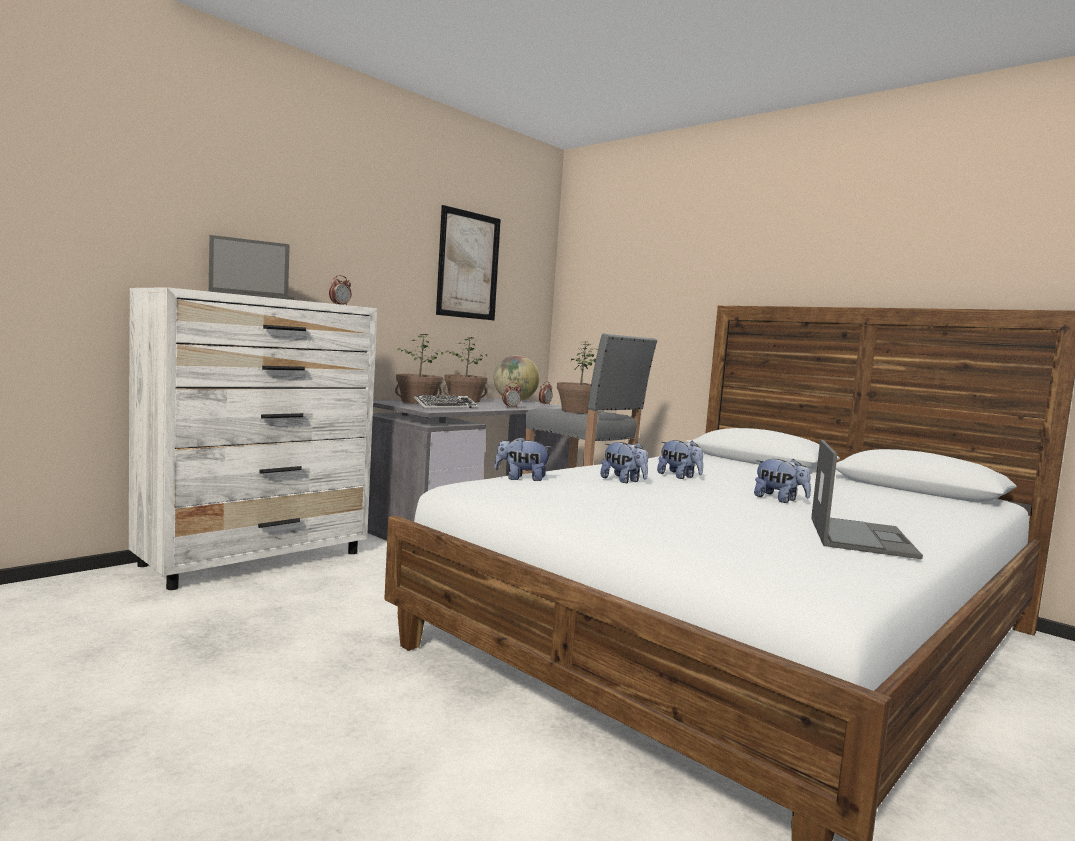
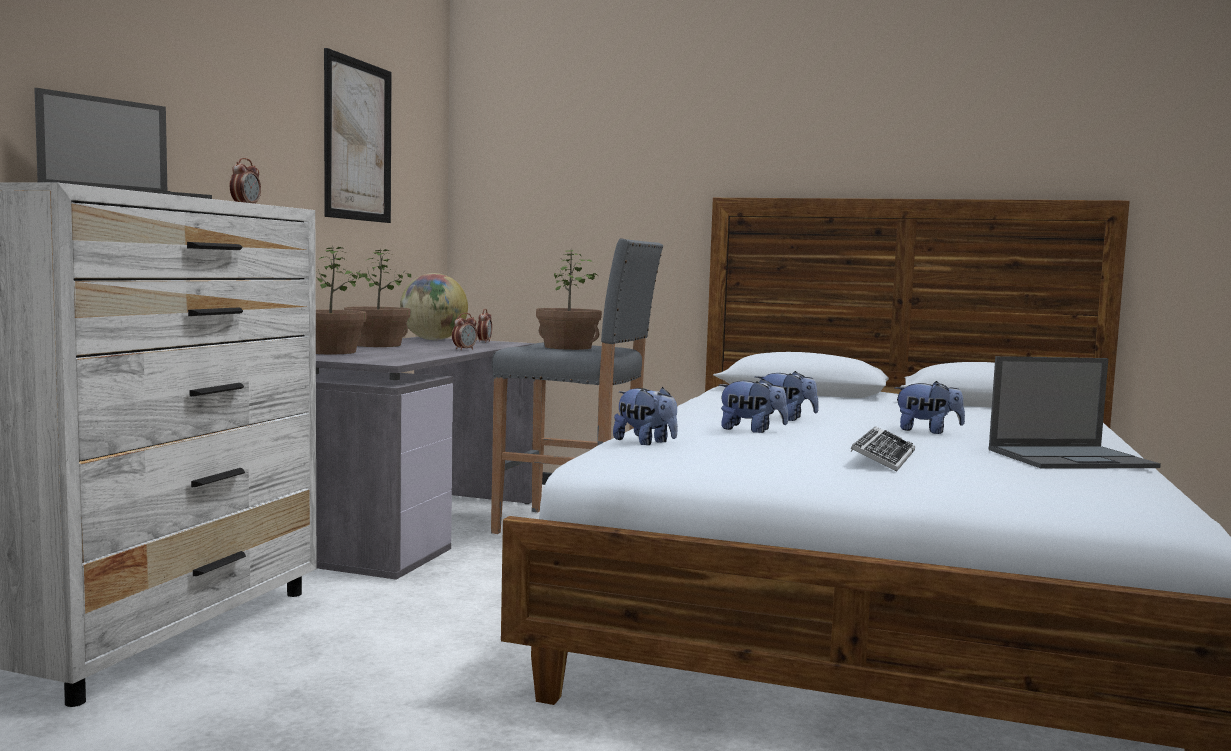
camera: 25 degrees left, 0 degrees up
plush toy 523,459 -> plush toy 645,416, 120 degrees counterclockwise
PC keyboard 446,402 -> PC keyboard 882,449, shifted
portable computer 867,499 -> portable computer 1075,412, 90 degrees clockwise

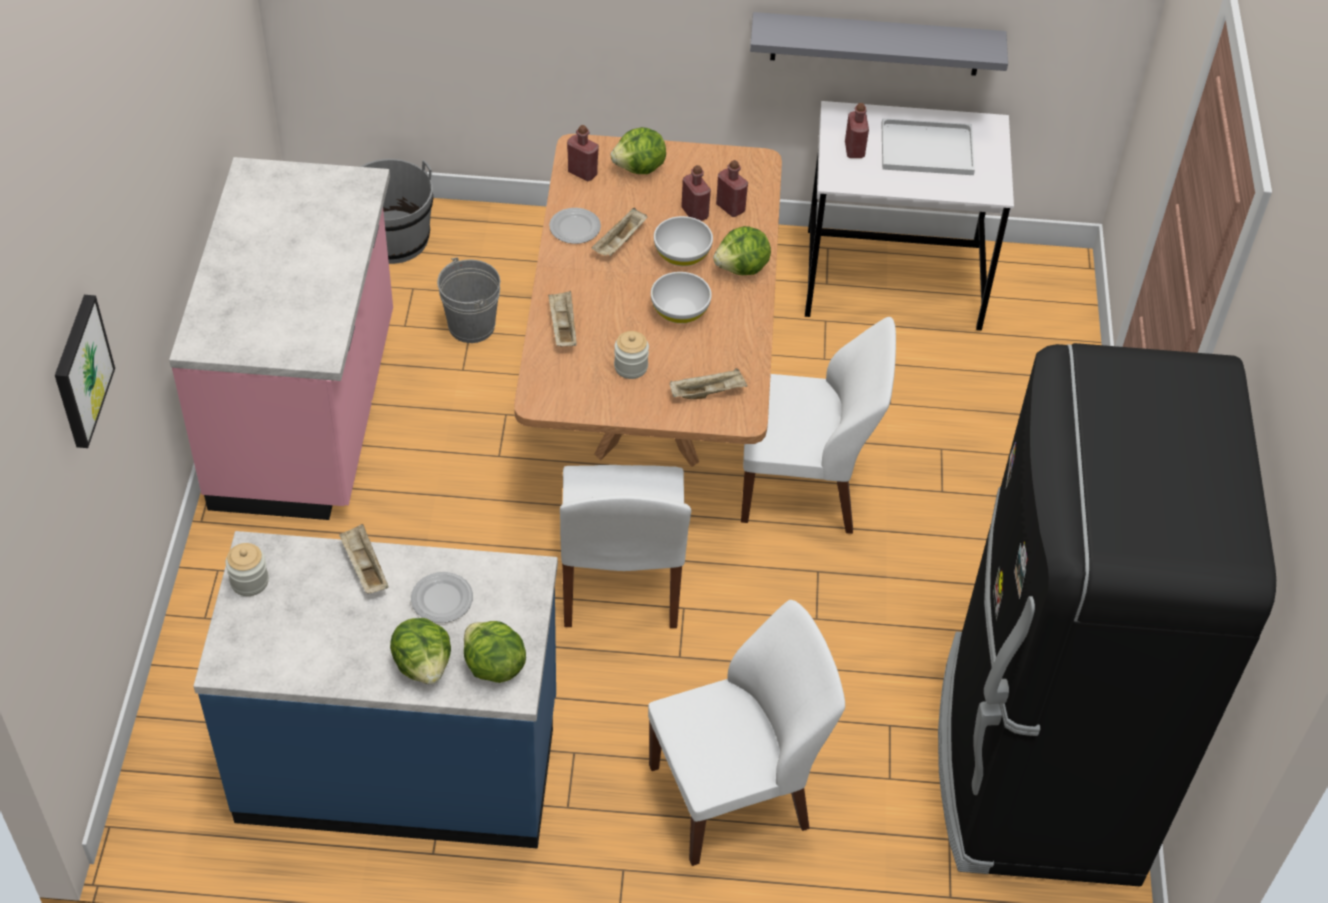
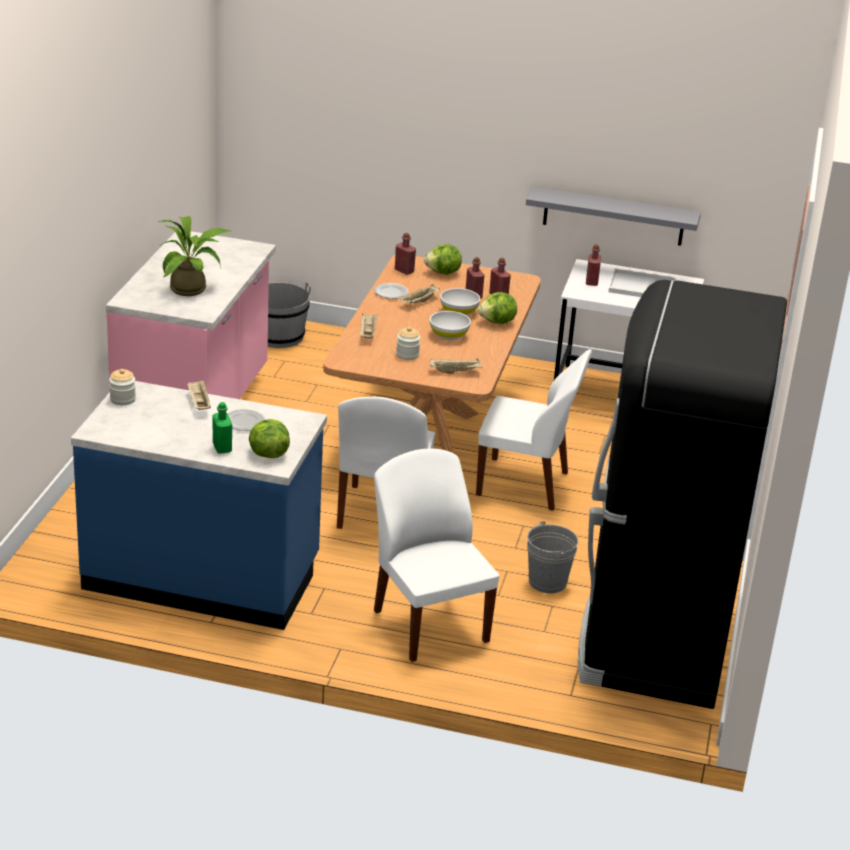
camera: 10 degrees right, 20 degrees down
none -> potted plant 194,256
head of lettuce 420,651 -> greenish beverage bottle 222,428
white-coloured chair 746,733 -> white-coloured chair 436,555, 105 degrees counterclockwise
gray bucket 468,300 -> gray bucket 552,557, shifted
picture 85,371 -> none

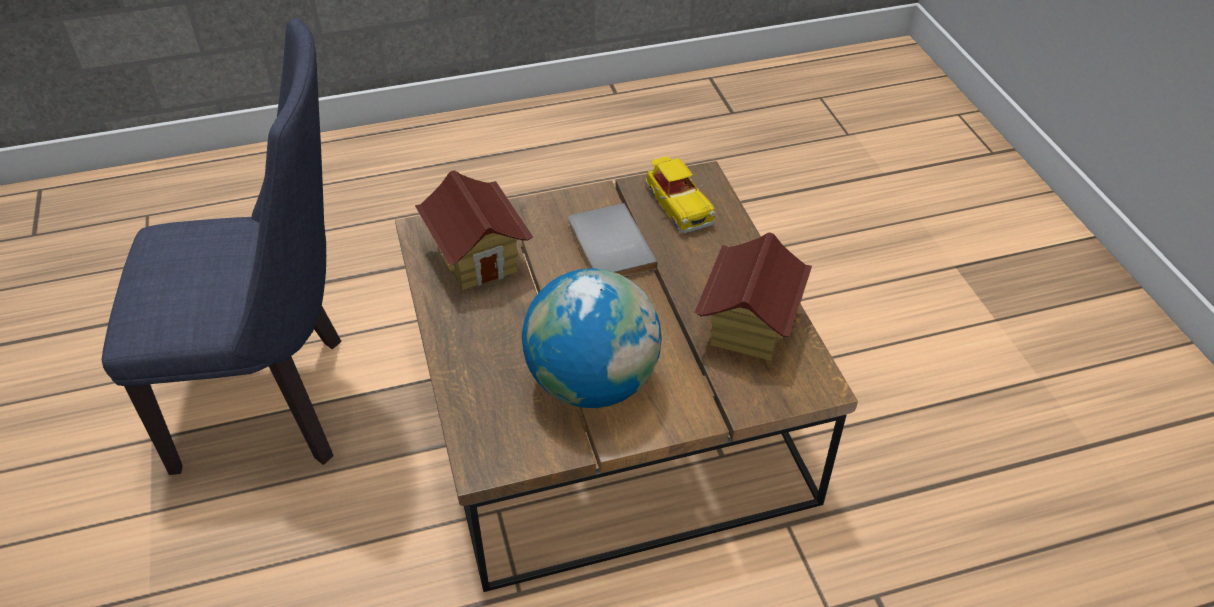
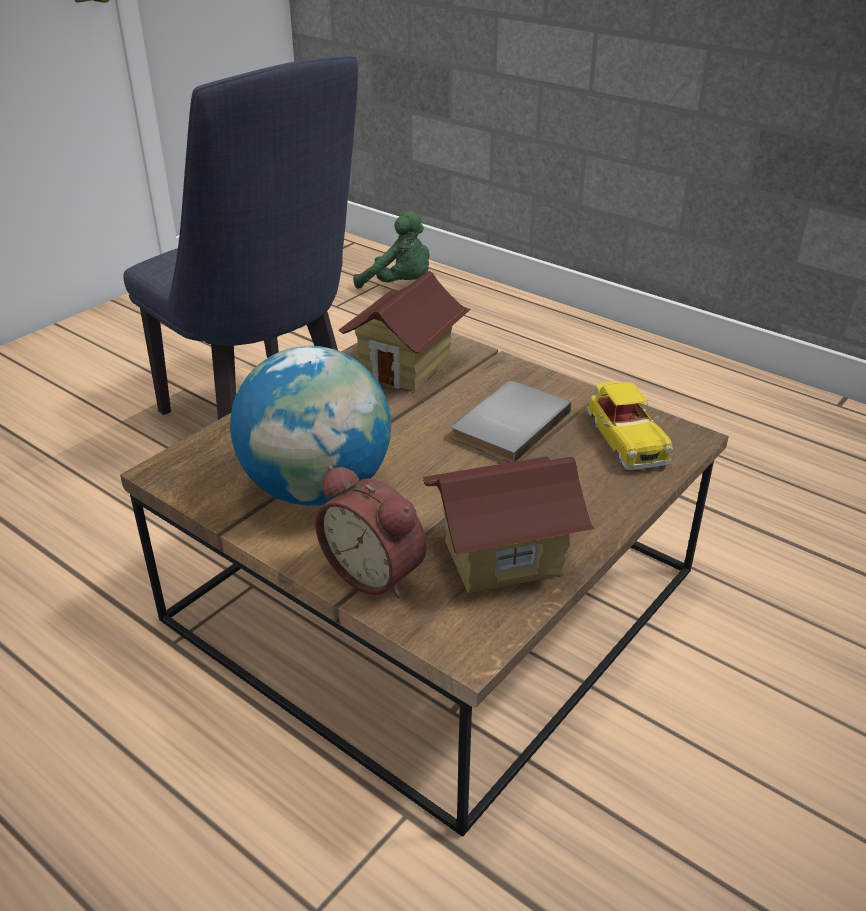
camera: 55 degrees right, 10 degrees down
none -> bedside clock 371,532
none -> greenish plush toy 391,249
model car 681,195 -> model car 630,426, 45 degrees counterclockwise

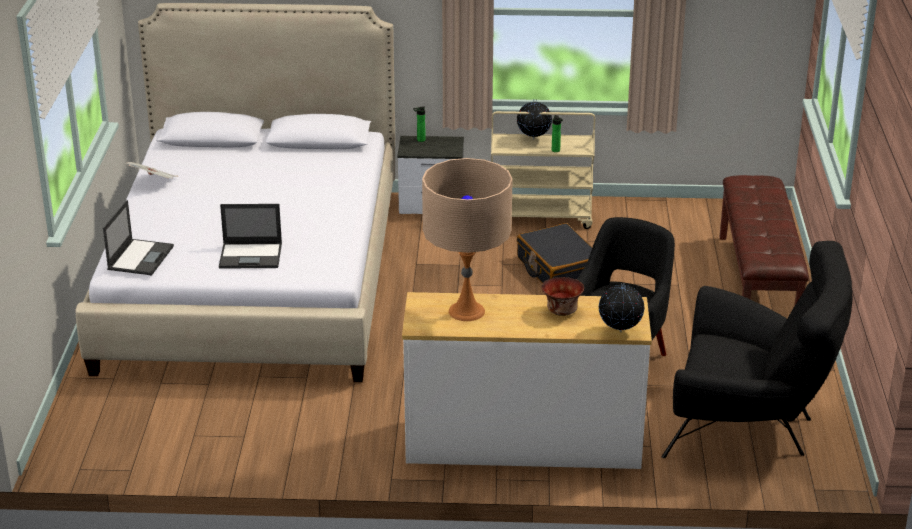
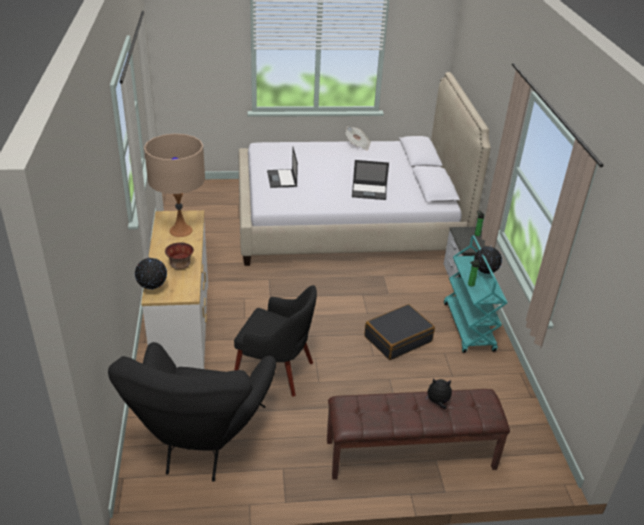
camera: 80 degrees right, 5 degrees up
portable computer 138,237 -> portable computer 370,180, shifted
none -> plush toy 439,394
beige-coloured cart 543,170 -> blue-green cart 475,294

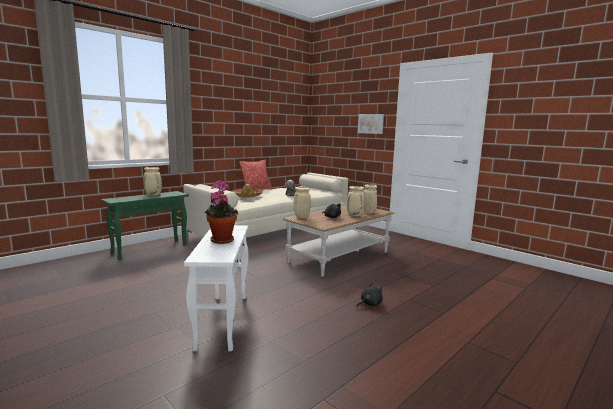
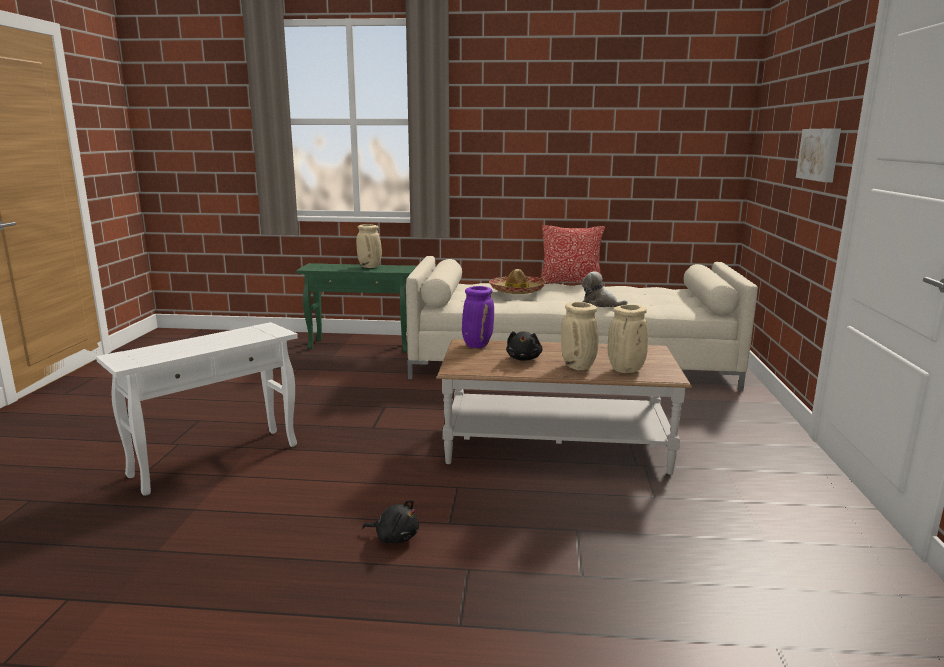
camera: 50 degrees right, 5 degrees up
beige-coloured decorative vase 302,203 -> purple-coloured decorative vase 478,317
potted plant 221,212 -> none

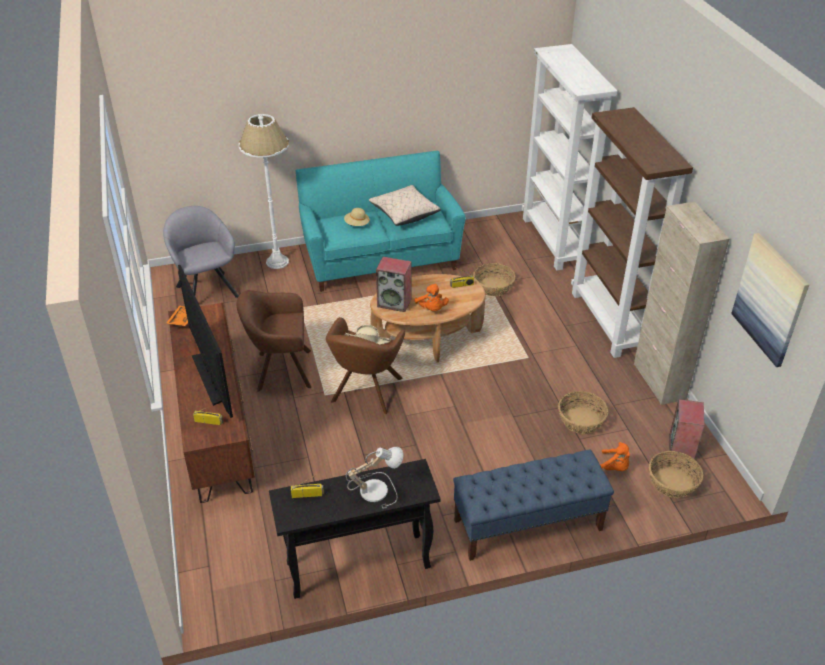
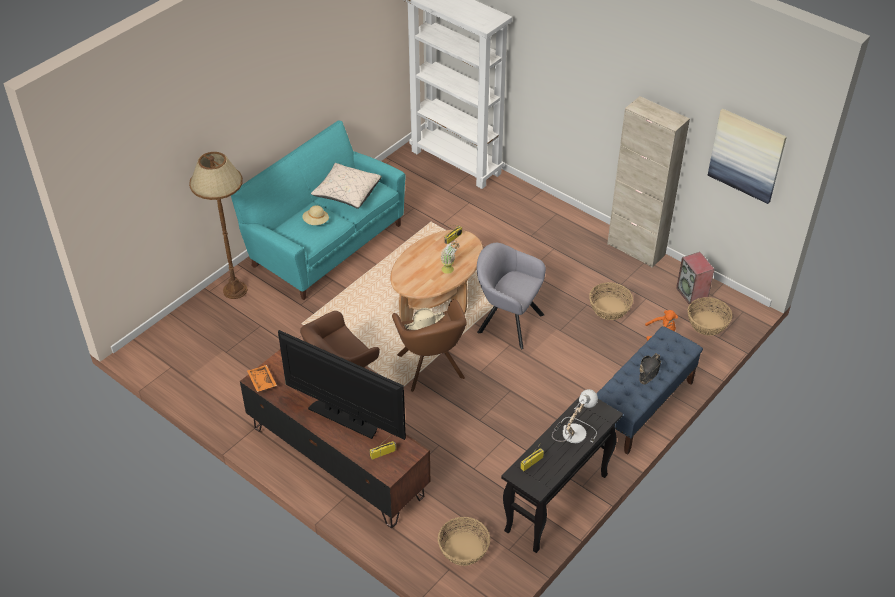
camera: 35 degrees left, 5 degrees up
white-coloured floor lamp 264,191 -> brown floor lamp 218,225
basket 494,280 -> basket 464,541, shifted
orange plush toy 431,297 -> potted plant 449,257
gray armchair 201,252 -> gray armchair 511,296, shifted
none -> black-coloured wearable hat 650,369
speaker 393,284 -> none
brown bookshelf 632,232 -> none

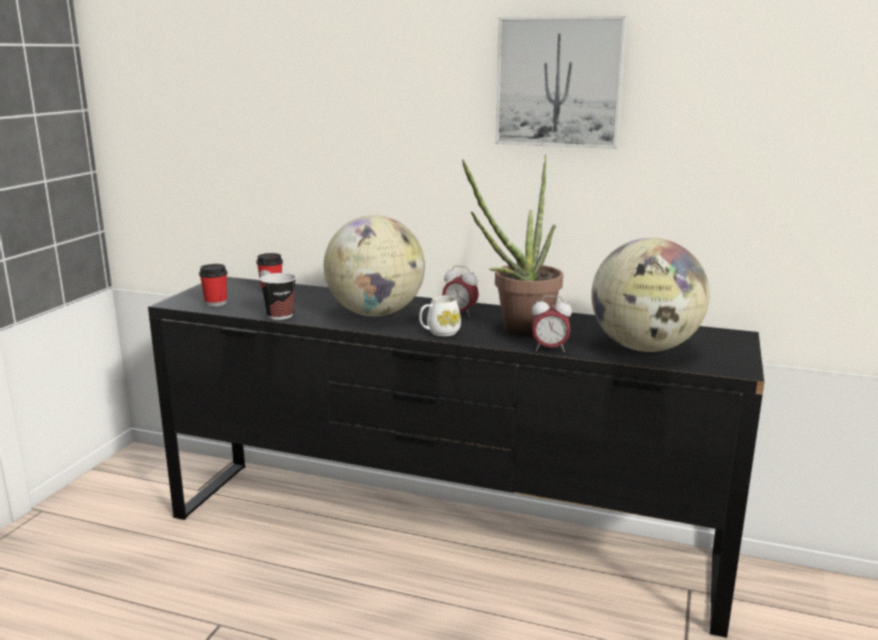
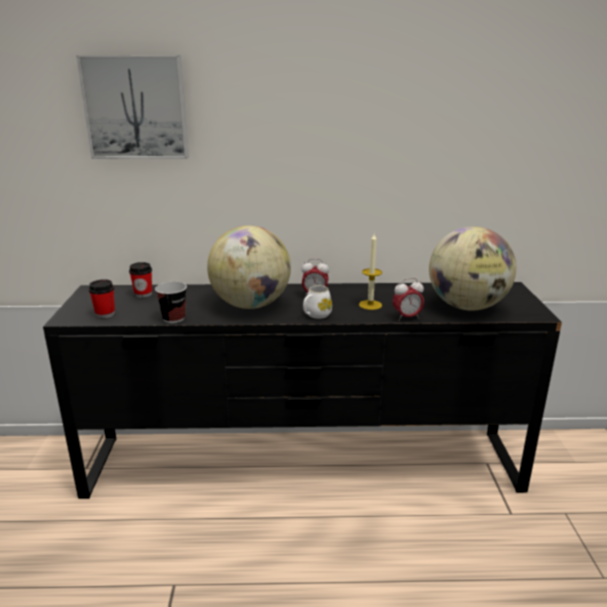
camera: 20 degrees left, 5 degrees up
picture 561,82 -> picture 132,107, shifted
potted plant 512,246 -> wax candle 370,272

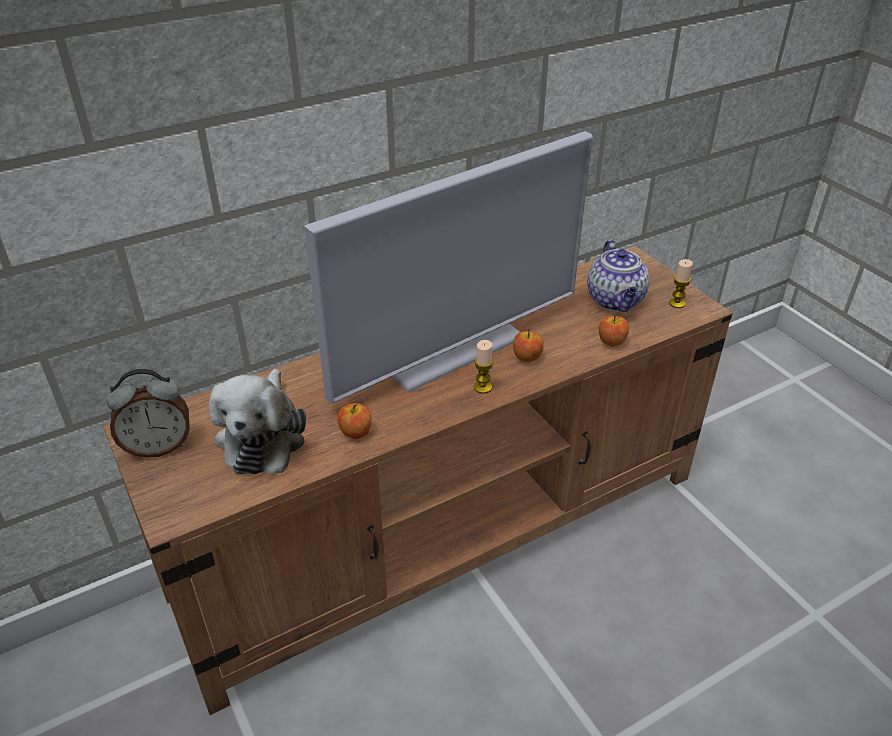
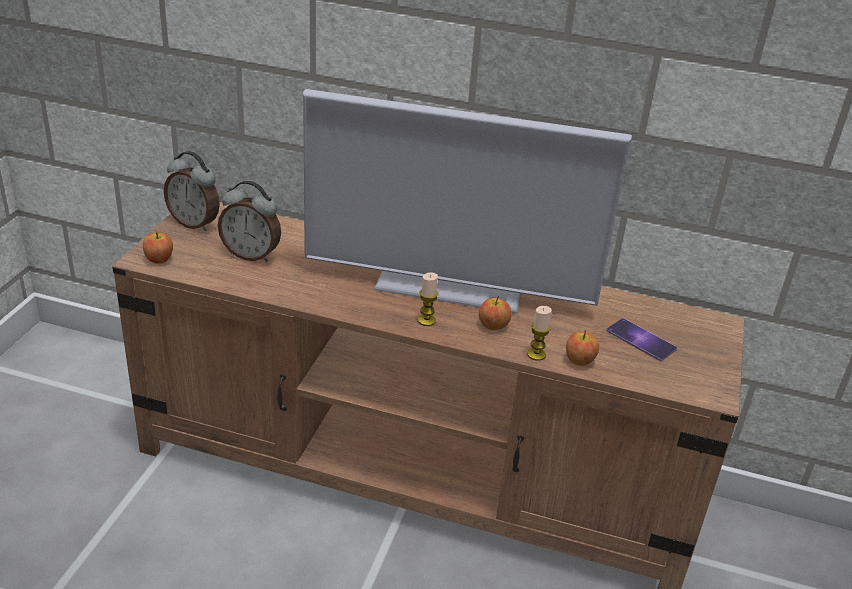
camera: 45 degrees right, 5 degrees down
apple fruit 354,421 -> apple fruit 158,248, shifted
plush toy 257,421 -> bedside clock 249,221
wax candle 681,283 -> wax candle 539,333, shifted
teapot 618,276 -> telephone 641,339

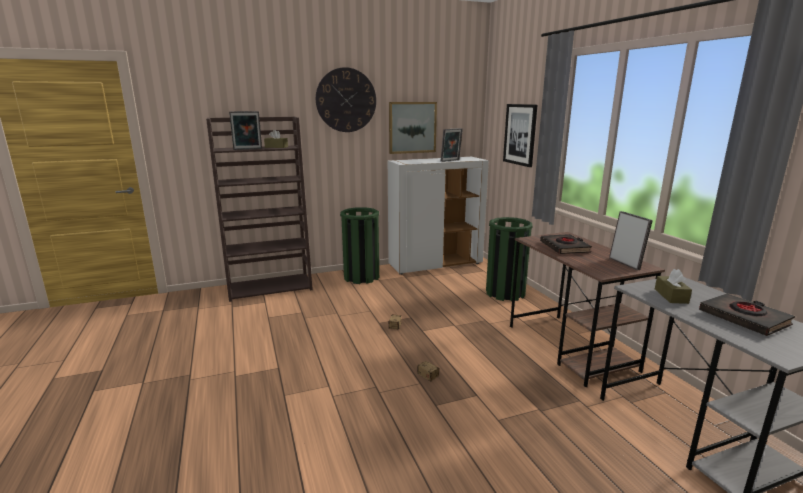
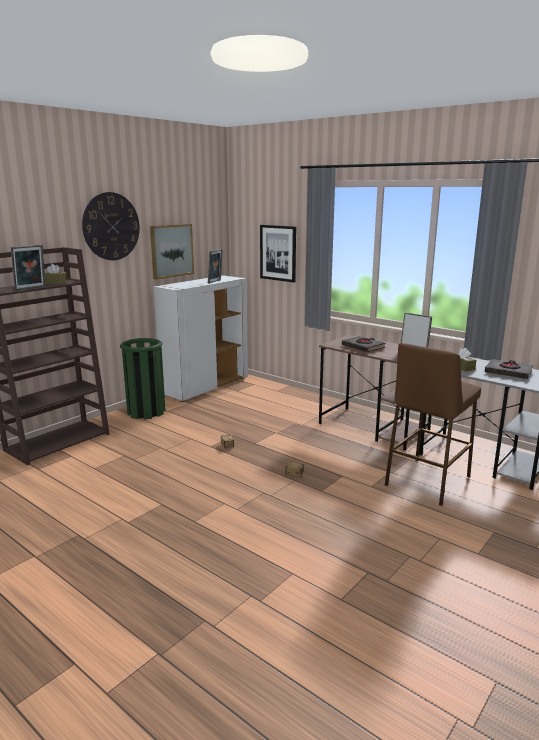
camera: 30 degrees left, 0 degrees up
none -> brown sitting stool 433,424
greenish rubbish bin 509,259 -> none

